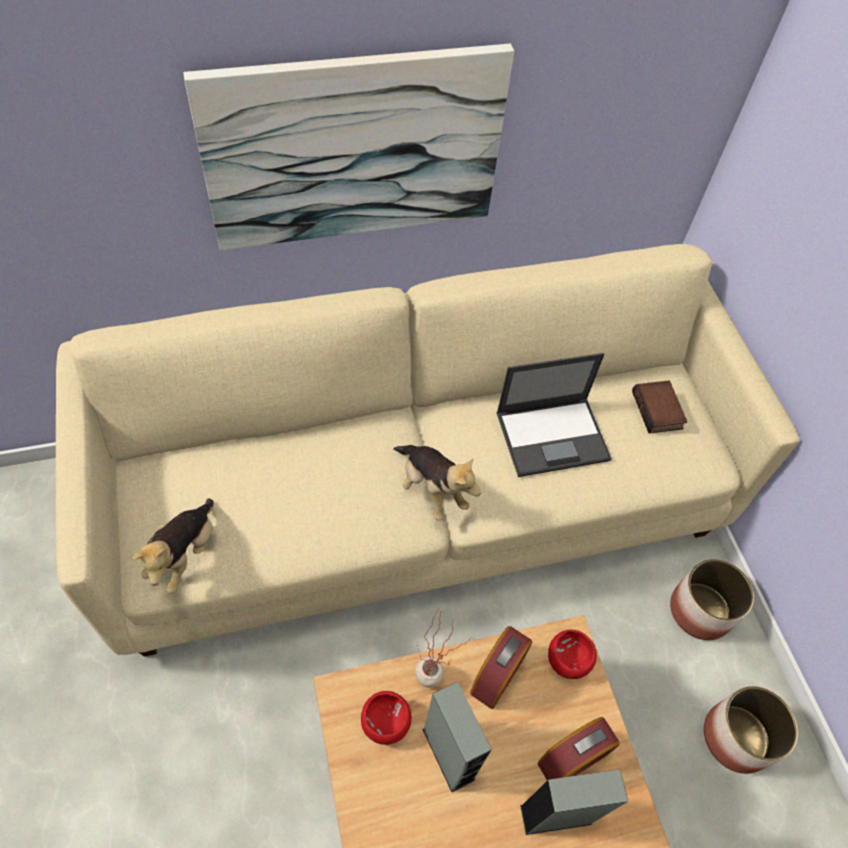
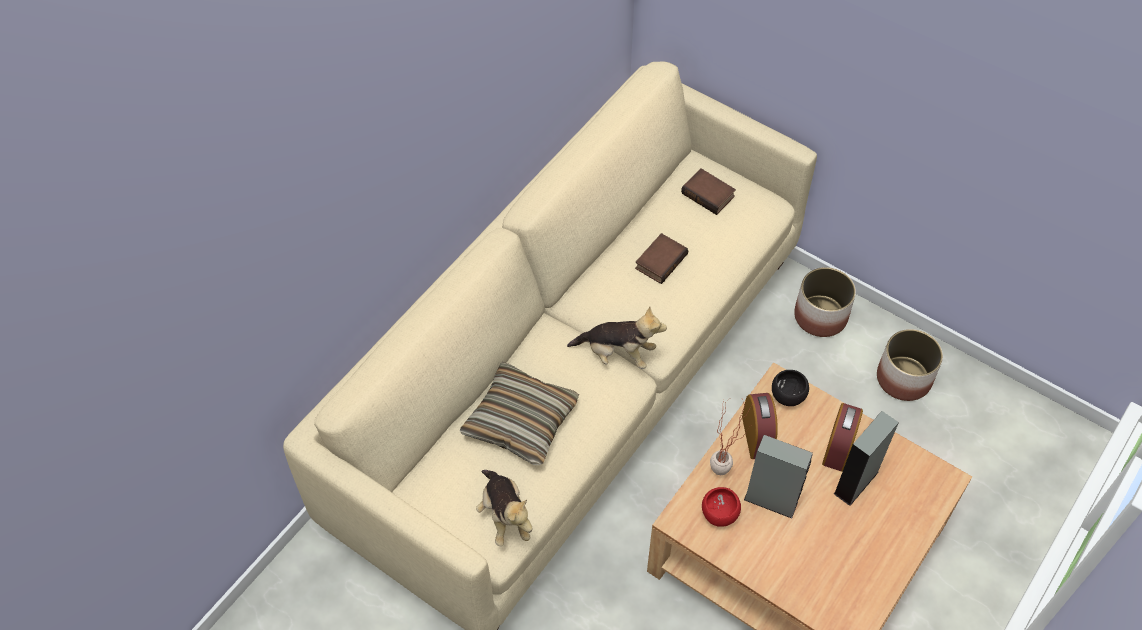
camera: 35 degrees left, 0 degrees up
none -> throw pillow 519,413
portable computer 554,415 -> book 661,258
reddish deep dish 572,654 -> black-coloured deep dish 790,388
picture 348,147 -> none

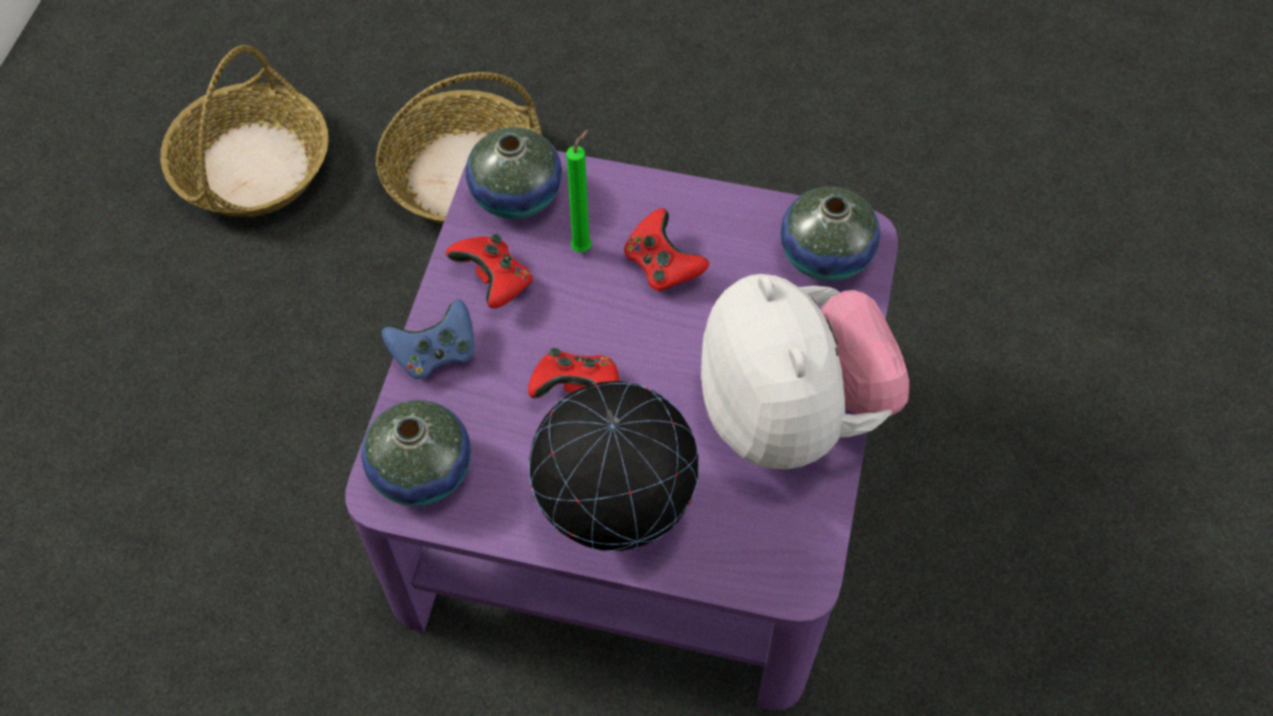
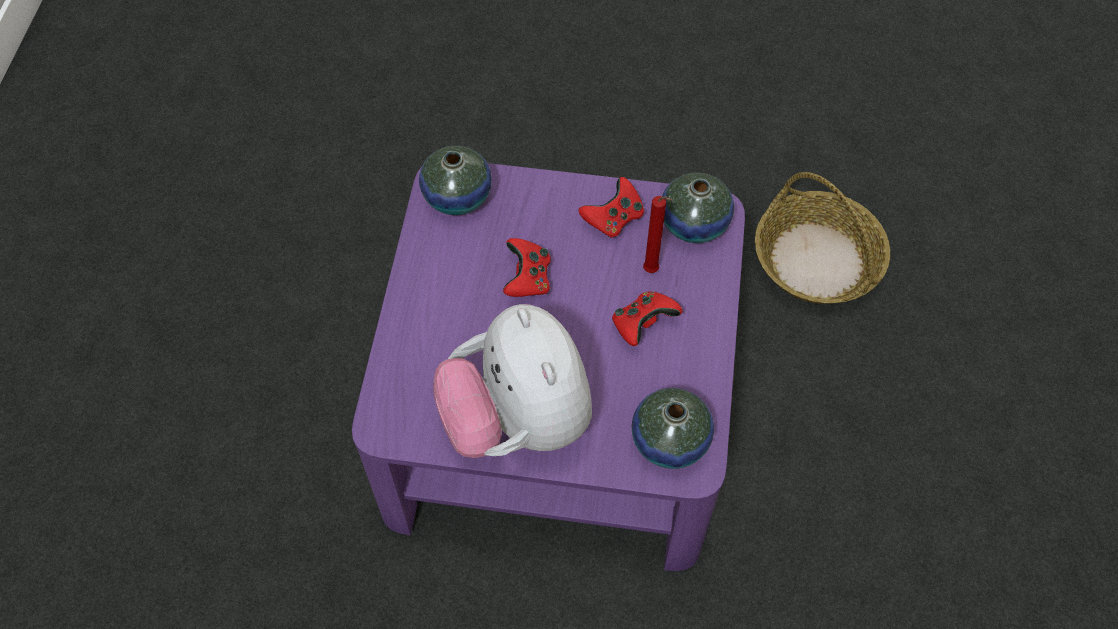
camera: 85 degrees right, 0 degrees up
plush toy 805,371 -> plush toy 512,381, 90 degrees clockwise
greenish wax candle 579,190 -> reddish wax candle 658,234
basket 245,131 -> none
bluish game controller 428,339 -> none
desk globe 614,466 -> none

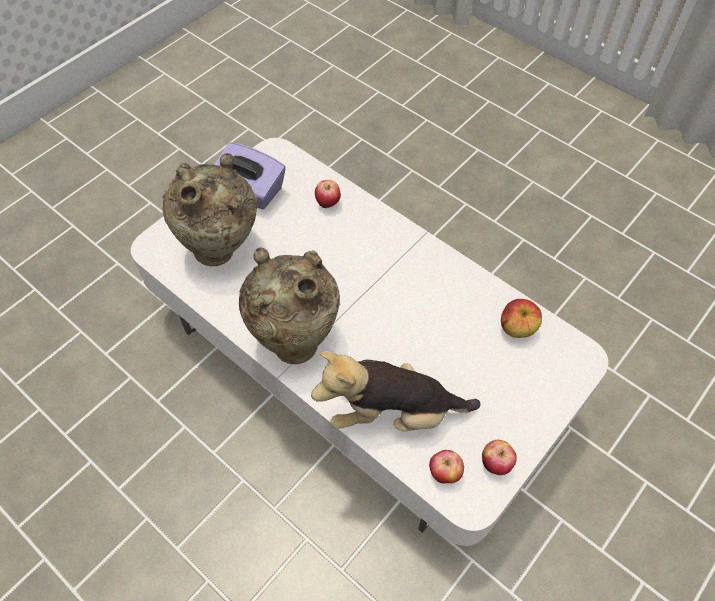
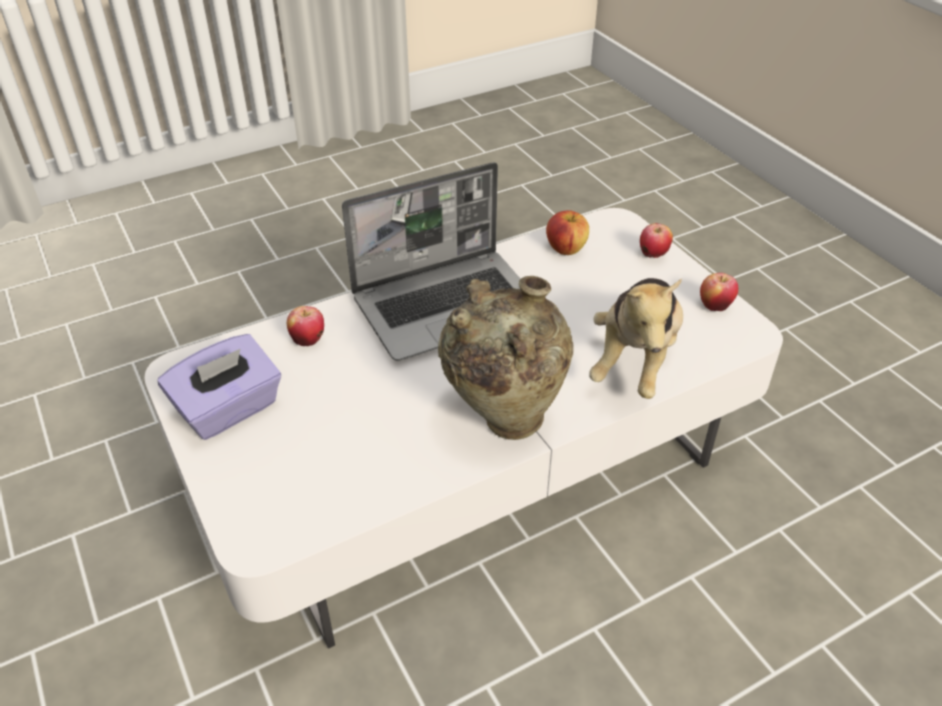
camera: 70 degrees left, 15 degrees down
none -> portable computer 431,261
apple fruit 446,466 -> apple fruit 656,240, shifted
beige-coloured decorative vase 209,209 -> none

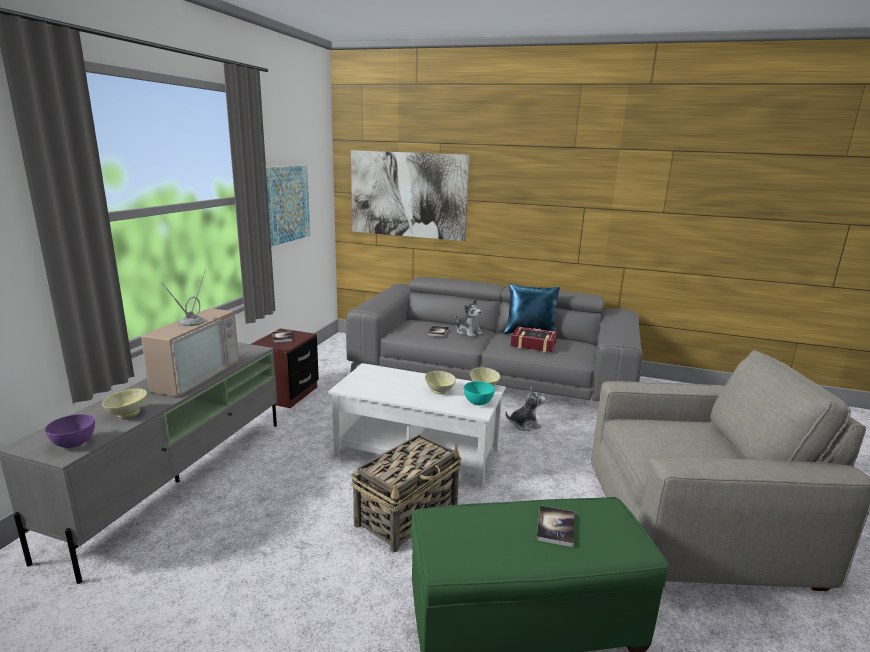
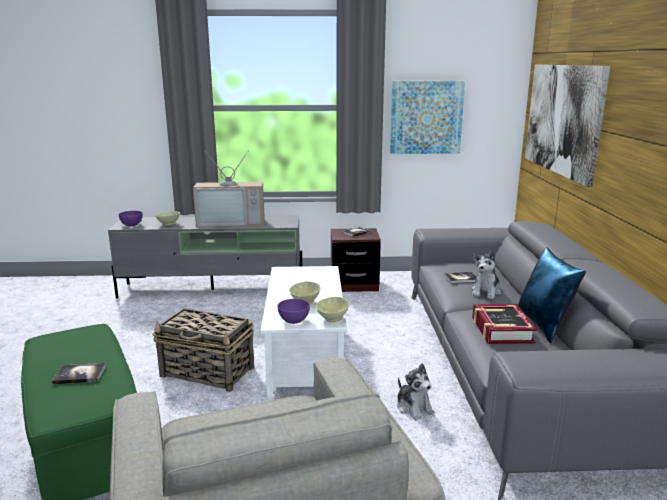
camera: 70 degrees right, 0 degrees up
blue-green deep dish 479,393 -> purple-coloured deep dish 293,311

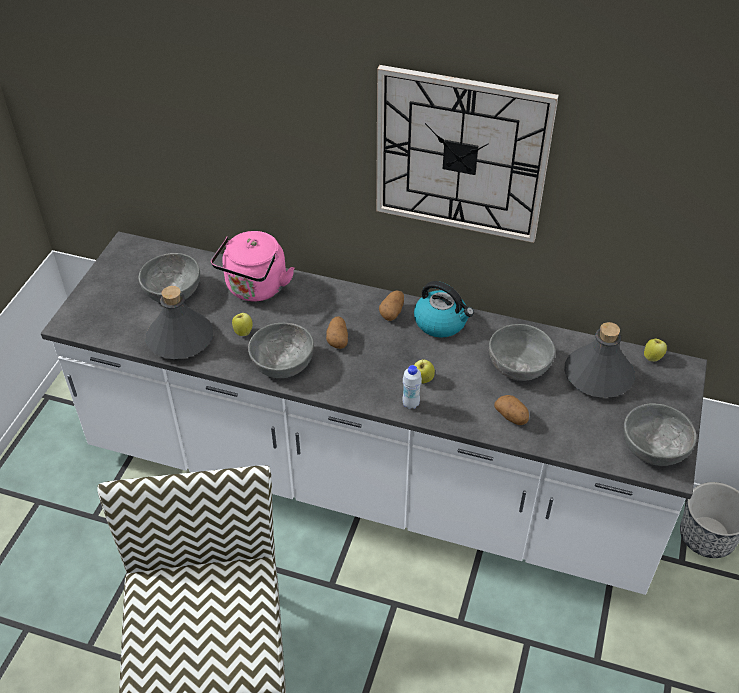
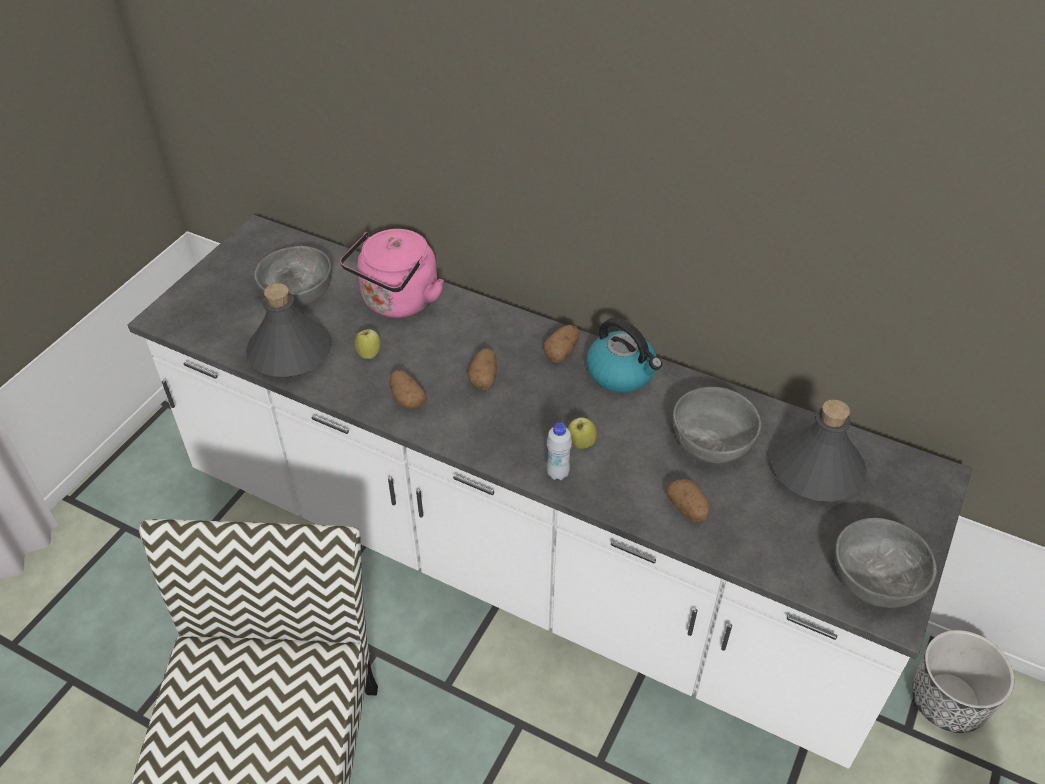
camera: 10 degrees right, 0 degrees up
gray deep dish 281,350 -> whole potato 408,389
wall clock 467,154 -> none
apple fruit 655,350 -> none

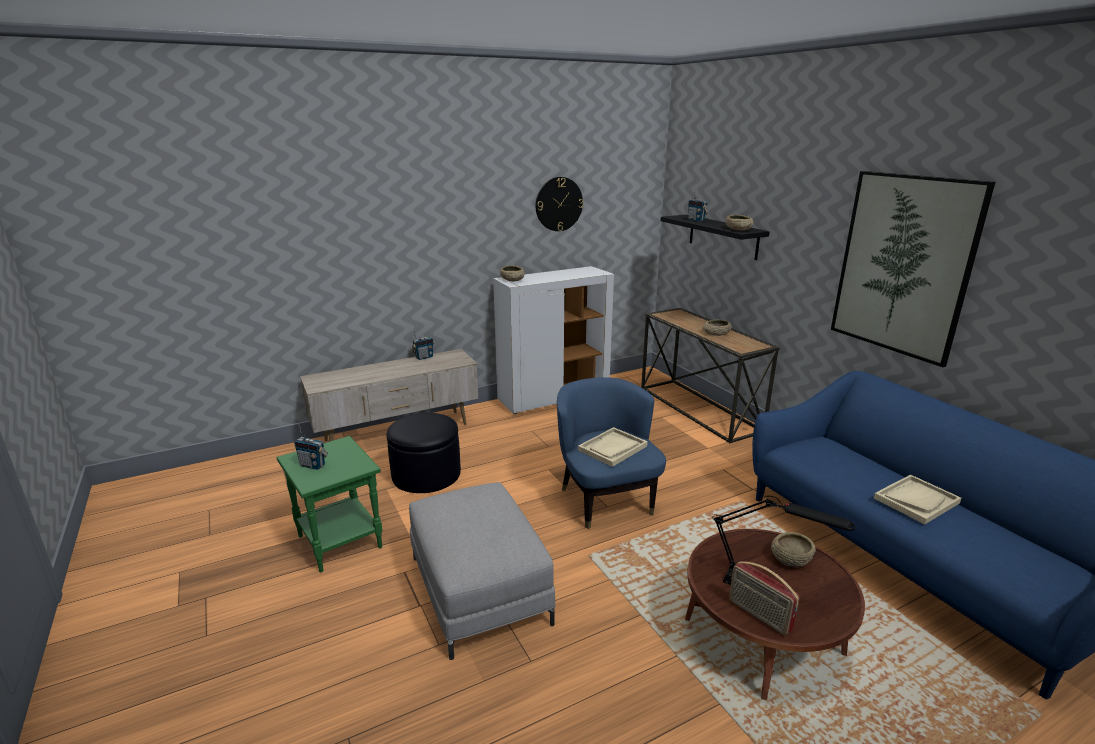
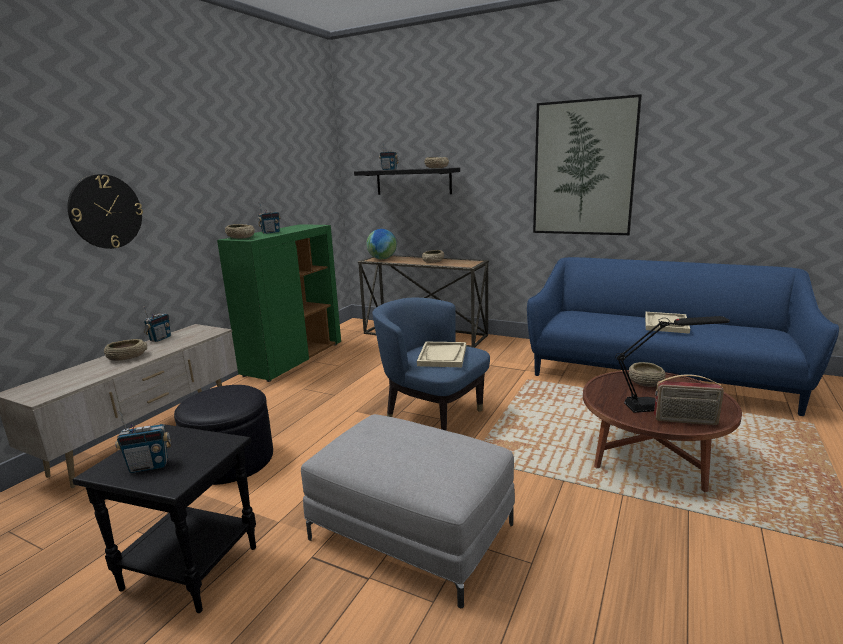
camera: 35 degrees left, 5 degrees down
wall clock 559,204 -> wall clock 105,211, shifted
greenish accent table 330,504 -> black-coloured accent table 164,518
none -> beige-coloured deep dish 125,350
white-coloured storage cabinet 553,340 -> greenish storage cabinet 279,303
none -> radio receiver 269,218
none -> desk globe 381,244

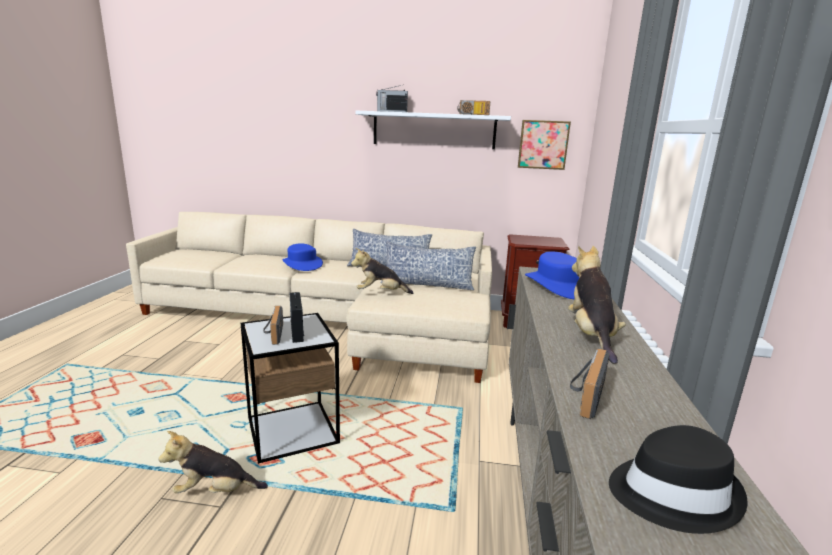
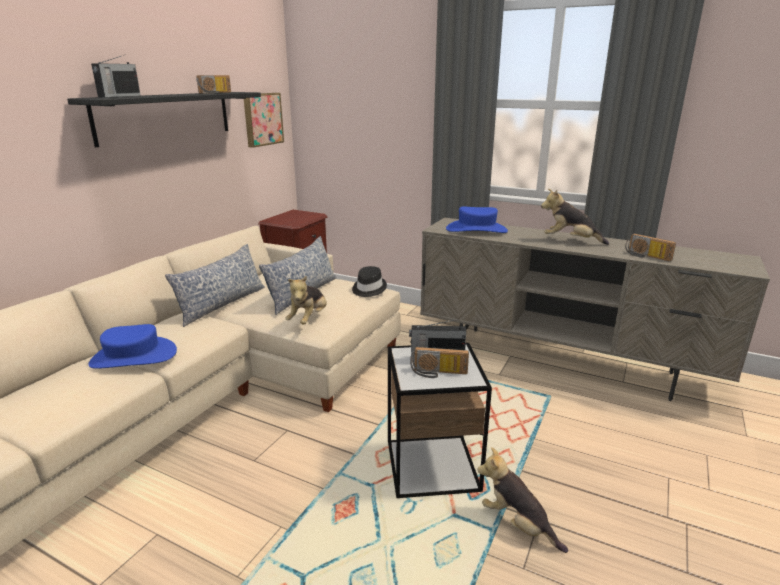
camera: 70 degrees left, 5 degrees up
white-coloured wall shelf 433,129 -> black-coloured wall shelf 164,119
black-coloured wearable hat 678,479 -> black-coloured wearable hat 369,281, shifted
plush toy 213,462 -> plush toy 522,500, 120 degrees clockwise

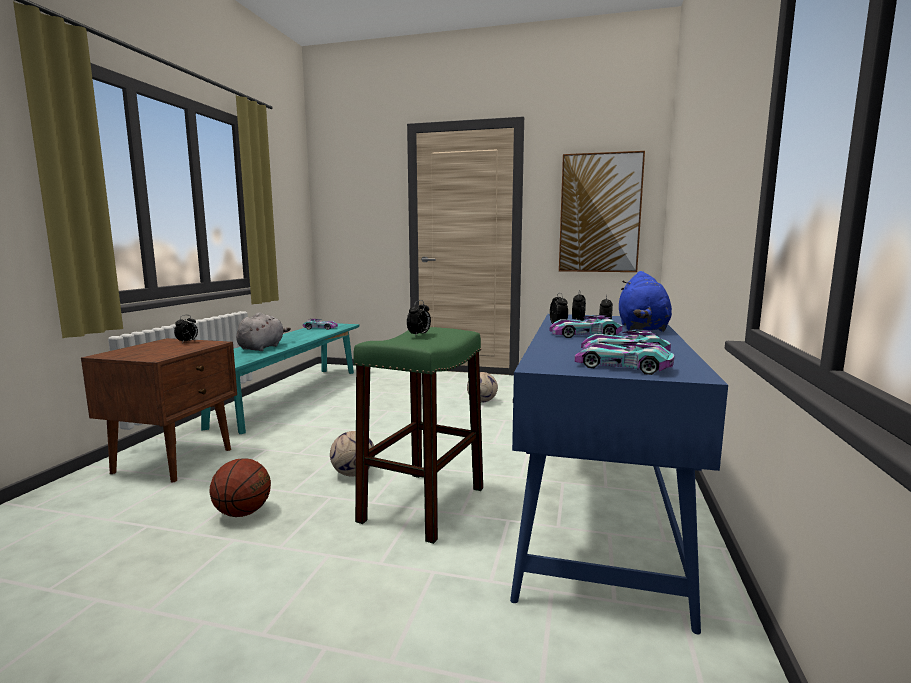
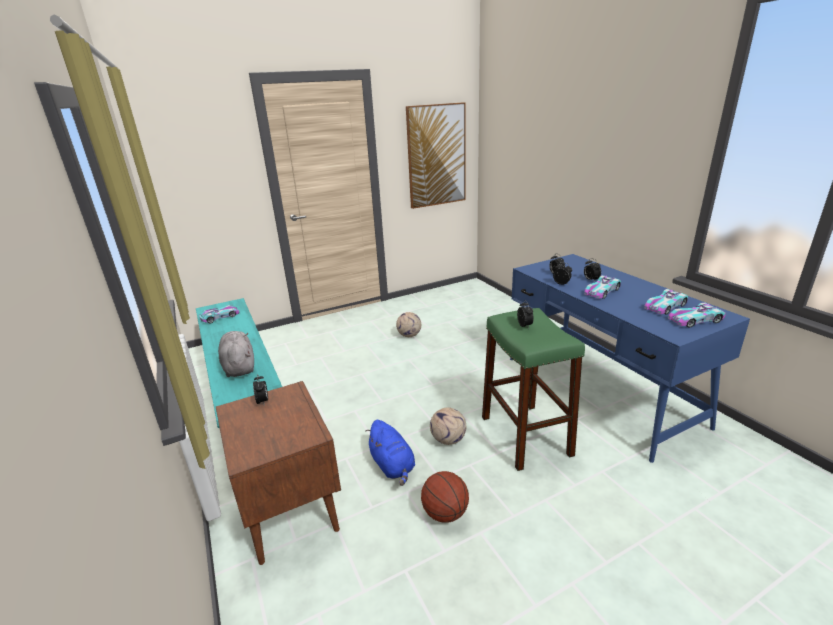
camera: 40 degrees left, 15 degrees up
bluish plush toy 645,301 -> bluish plush toy 390,453, shifted

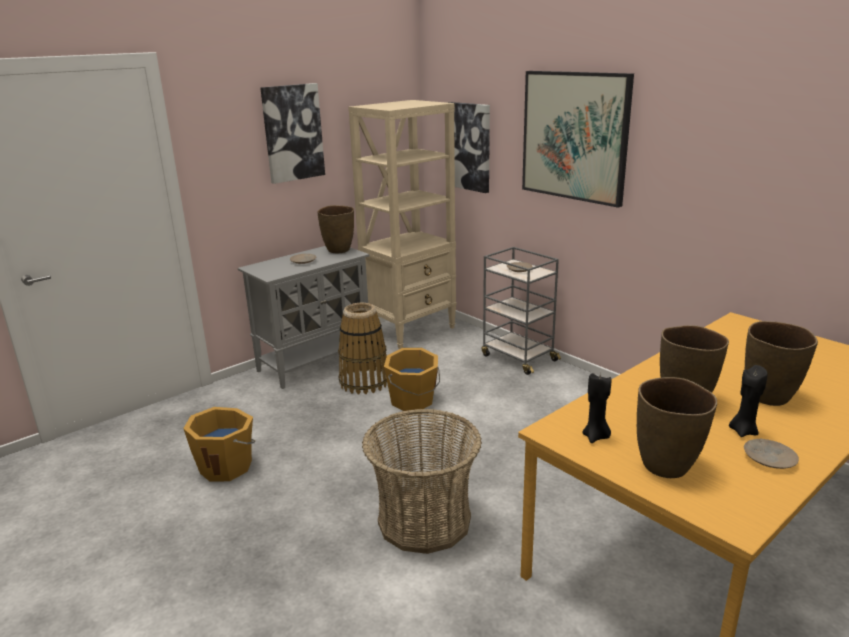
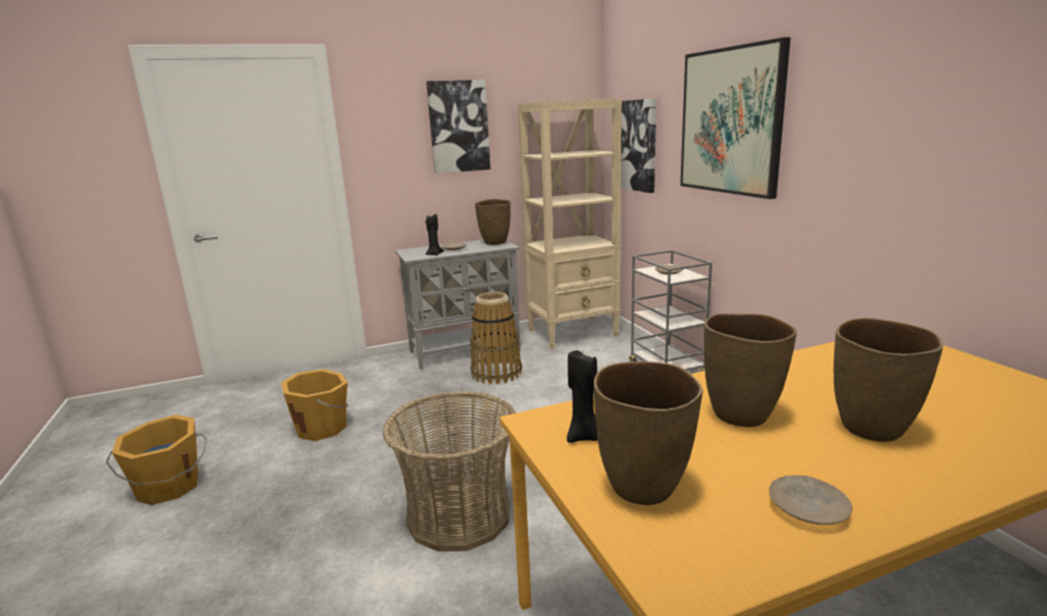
camera: 20 degrees right, 5 degrees down
orange bucket 412,379 -> orange bucket 156,460, shifted
black-coloured wax candle 748,401 -> black-coloured wax candle 435,235, shifted

